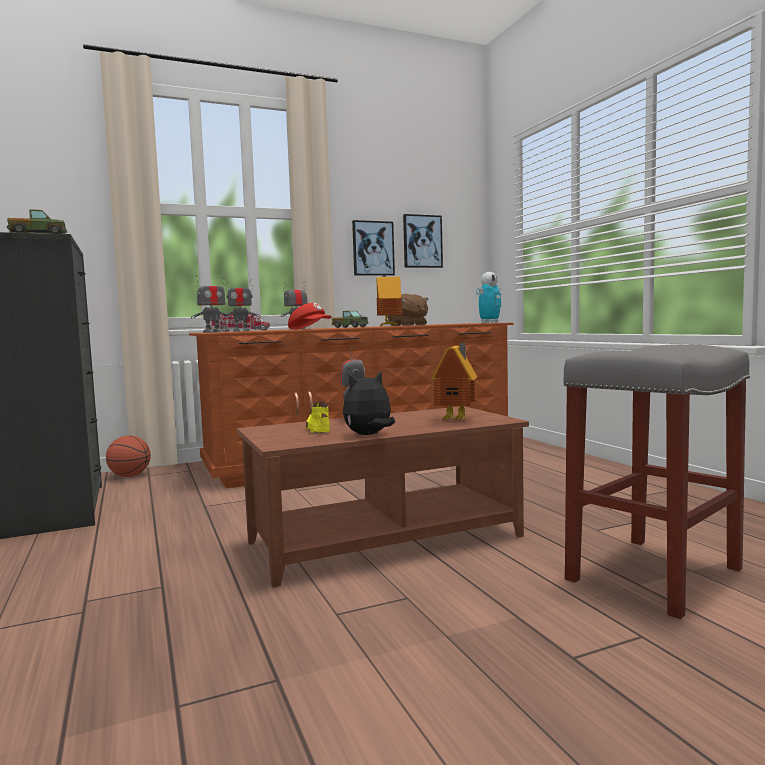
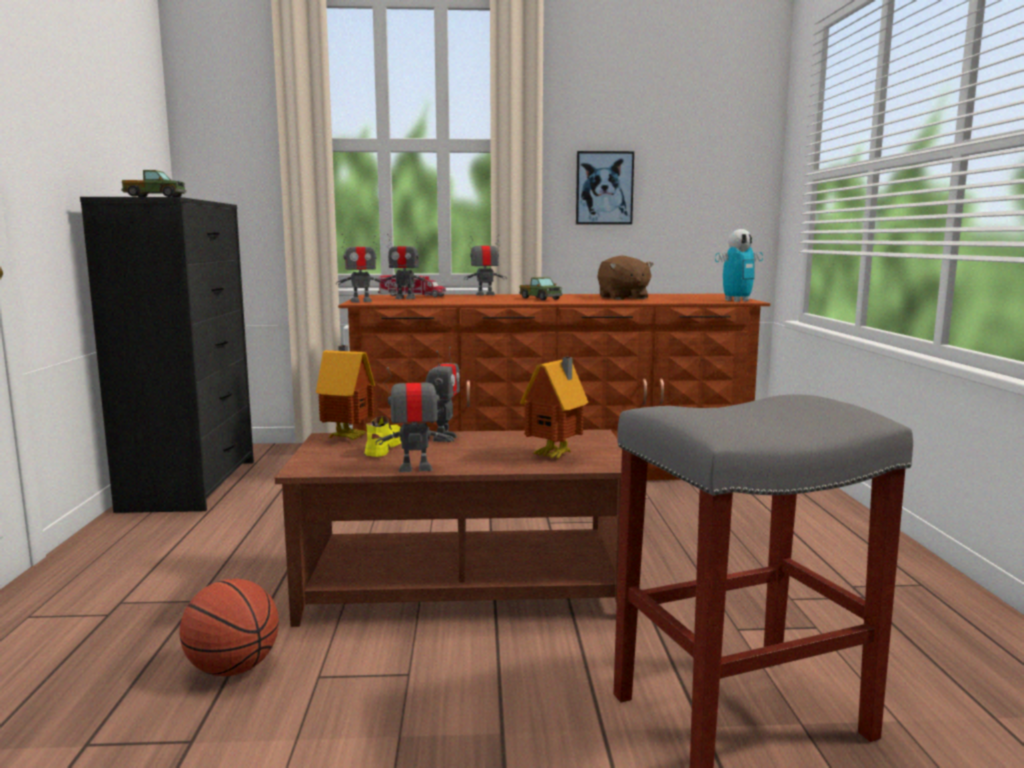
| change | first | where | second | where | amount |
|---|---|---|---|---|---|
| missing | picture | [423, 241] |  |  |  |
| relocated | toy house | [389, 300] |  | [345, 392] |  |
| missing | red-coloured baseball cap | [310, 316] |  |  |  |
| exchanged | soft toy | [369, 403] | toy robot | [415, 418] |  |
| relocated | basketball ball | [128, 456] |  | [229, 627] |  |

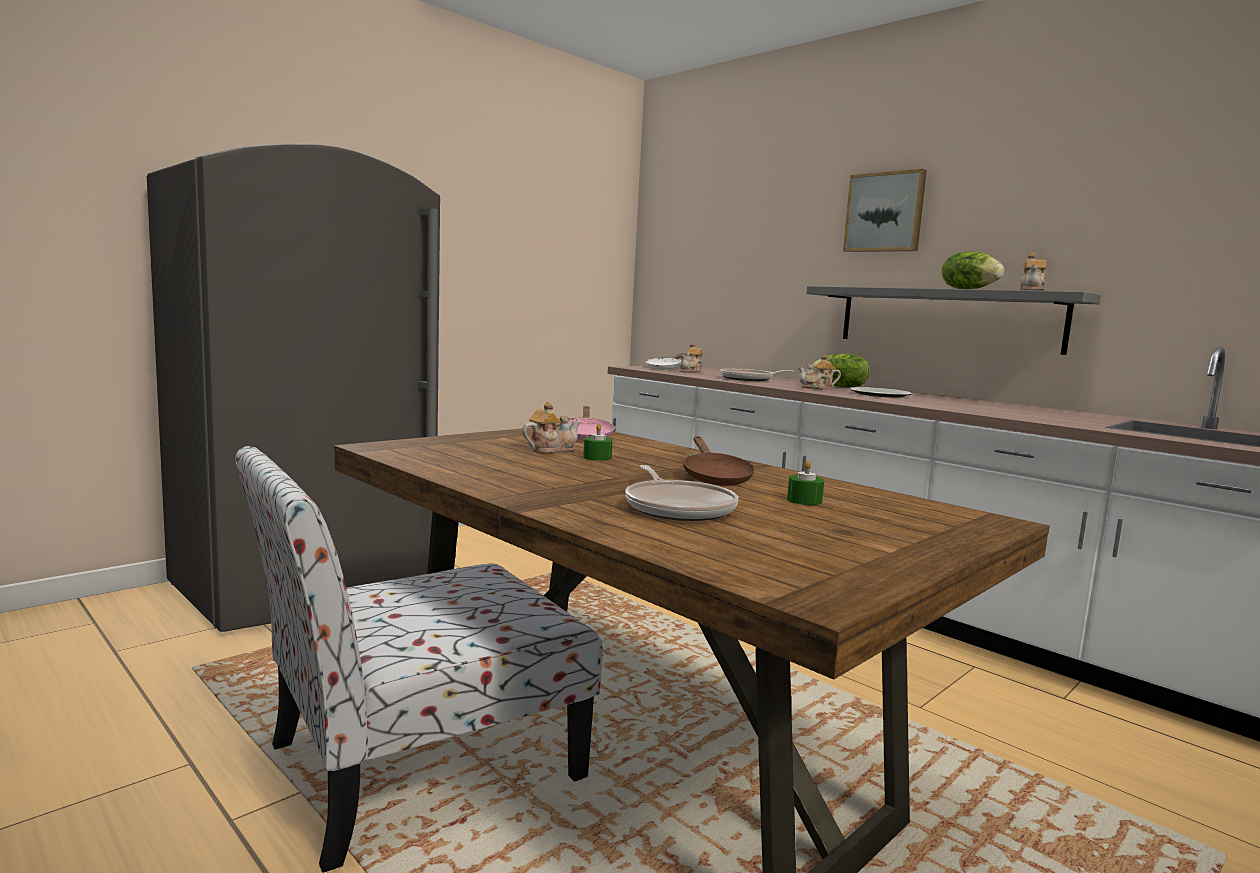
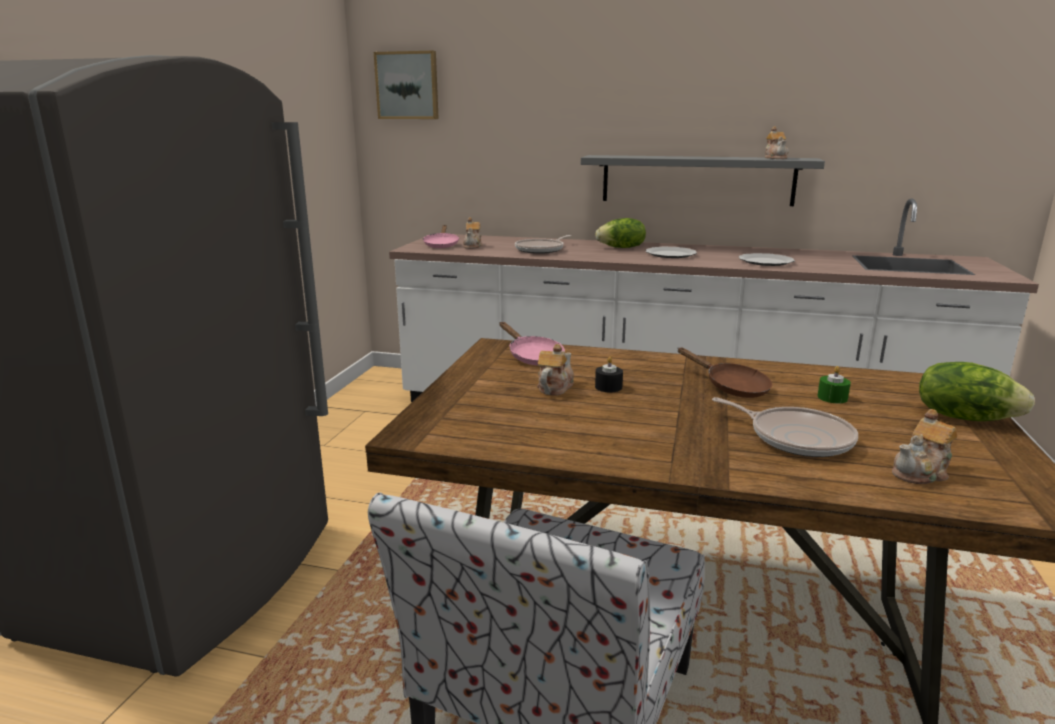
| change | first | where | second | where | amount |
|---|---|---|---|---|---|
| relocated | picture | [885, 210] |  | [406, 85] |  |
| relocated | lettuce head | [973, 270] |  | [976, 391] |  |
| colour | white frying pan | [665, 361] | pinkish frying pan | [440, 236] |  |
| relocated | teapot | [819, 372] |  | [924, 446] |  |
| colour | green-coloured candle | [598, 442] | blackish candle | [609, 374] |  |
| appeared |  |  | flat dish | [766, 259] |  |

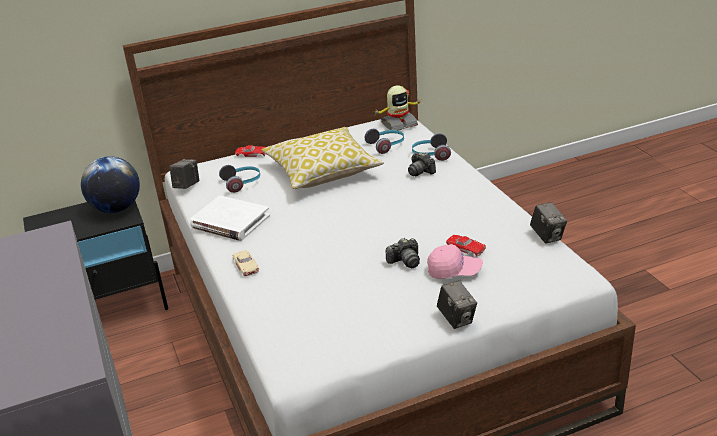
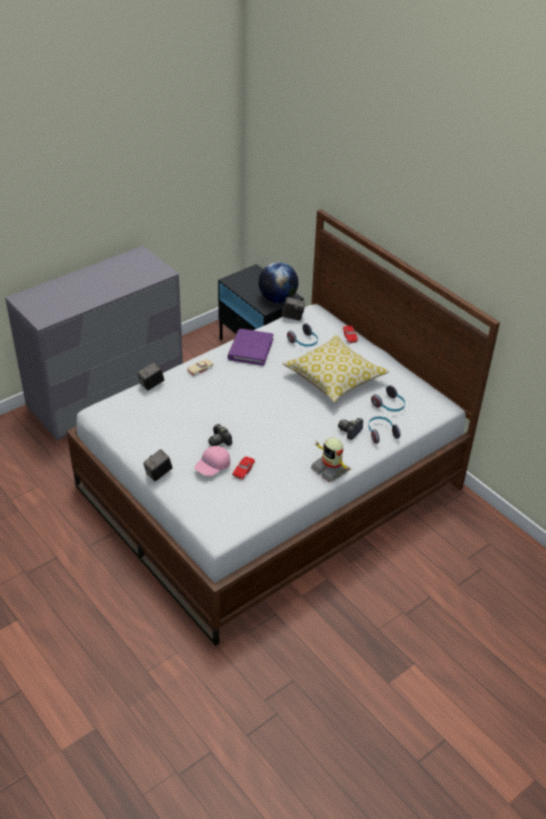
| change | first | where | second | where | amount |
|---|---|---|---|---|---|
| relocated | toy robot | [397, 107] |  | [331, 460] |  |
| colour | white book | [230, 218] | purple-coloured book | [250, 347] |  |
| relocated | photo camera | [548, 223] |  | [151, 376] |  |
| spun | pinkish baseball cap | [455, 262] |  | [212, 461] | 45 degrees clockwise |

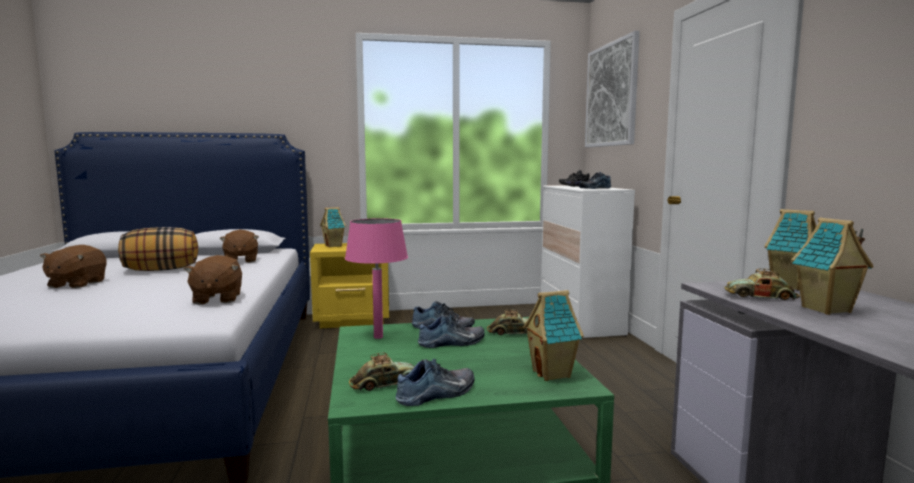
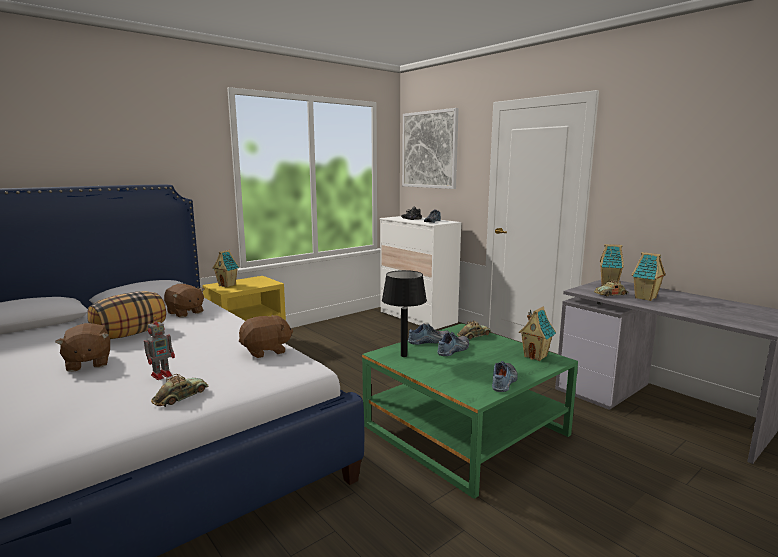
| change | first | where | second | where | amount |
|---|---|---|---|---|---|
| colour | pinkish lamp for a table | [376, 278] | blackish lamp for a table | [404, 313] |  |
| spun | brown soft toy | [213, 280] |  | [266, 336] | 75 degrees counterclockwise |
| relocated | miniature car | [382, 371] |  | [179, 390] |  |
| appeared |  |  | toy robot | [159, 348] |  |

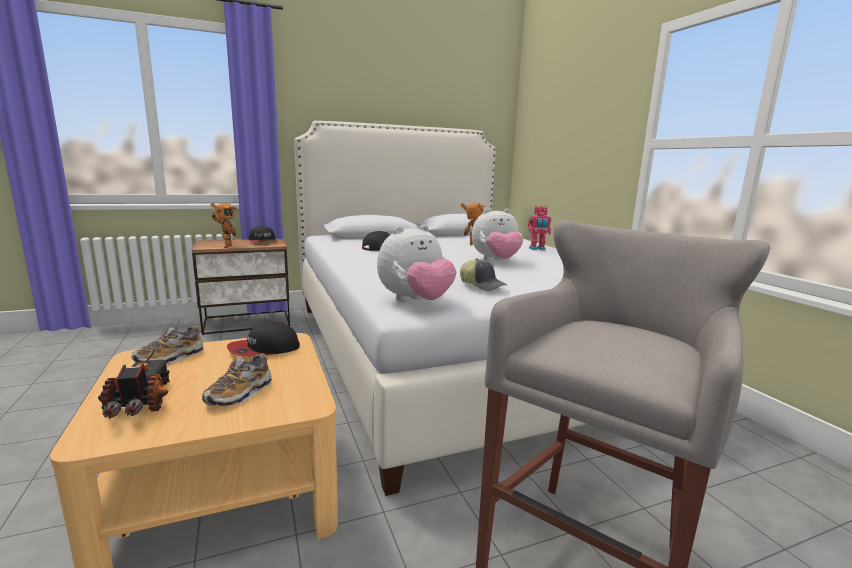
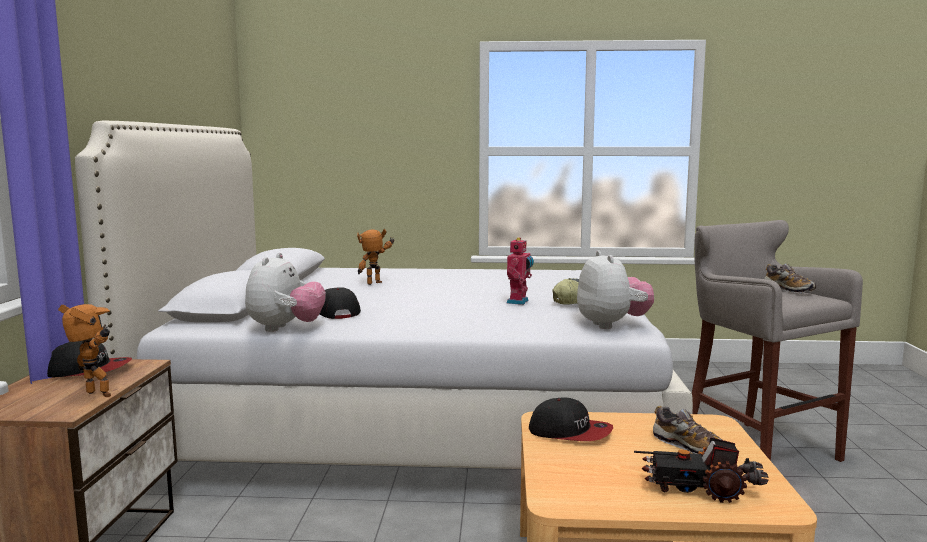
| change | first | where | second | where | amount |
|---|---|---|---|---|---|
| relocated | toy robot | [539, 227] |  | [520, 271] |  |
| relocated | soft toy | [497, 234] |  | [285, 292] |  |
| spun | baseball cap | [263, 339] |  | [571, 419] | 60 degrees counterclockwise |
| relocated | item of footwear | [167, 345] |  | [790, 279] |  |

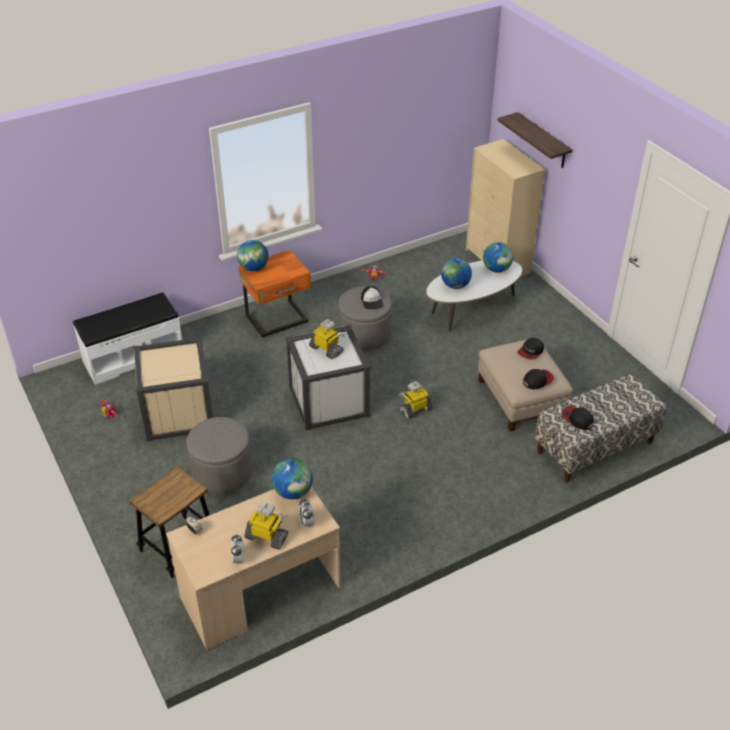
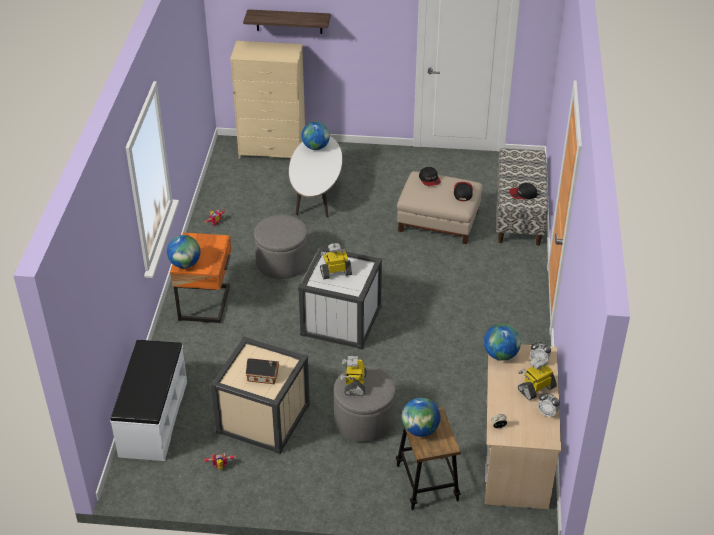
| change | first | where | second | where | amount |
|---|---|---|---|---|---|
| relocated | globe | [456, 273] |  | [421, 417] |  |
| missing | baseball cap | [372, 298] |  |  |  |
| relocated | toy robot | [416, 400] |  | [354, 376] |  |
| appeared |  |  | toy house | [262, 371] |  |

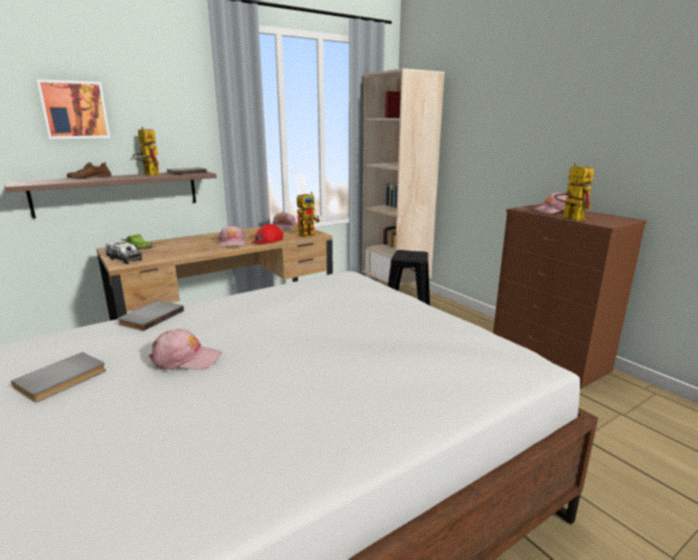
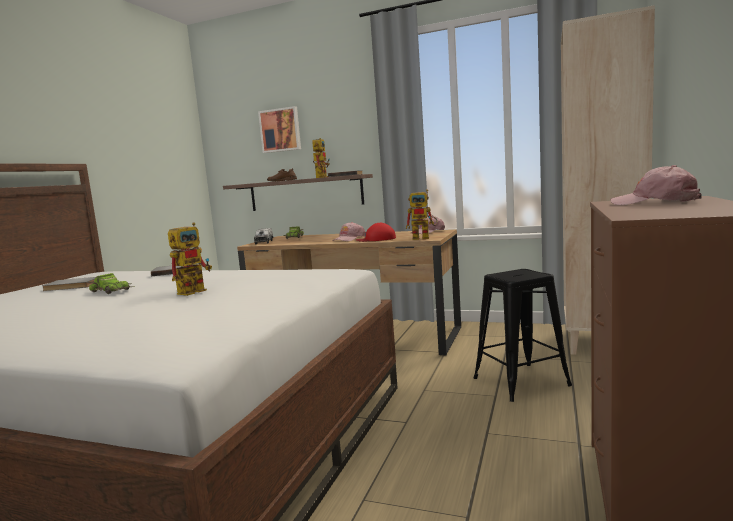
| change | first | where | second | where | amount |
|---|---|---|---|---|---|
| relocated | toy robot | [574, 192] |  | [190, 259] |  |
| exchanged | pinkish baseball cap | [185, 349] | miniature car | [109, 283] |  |

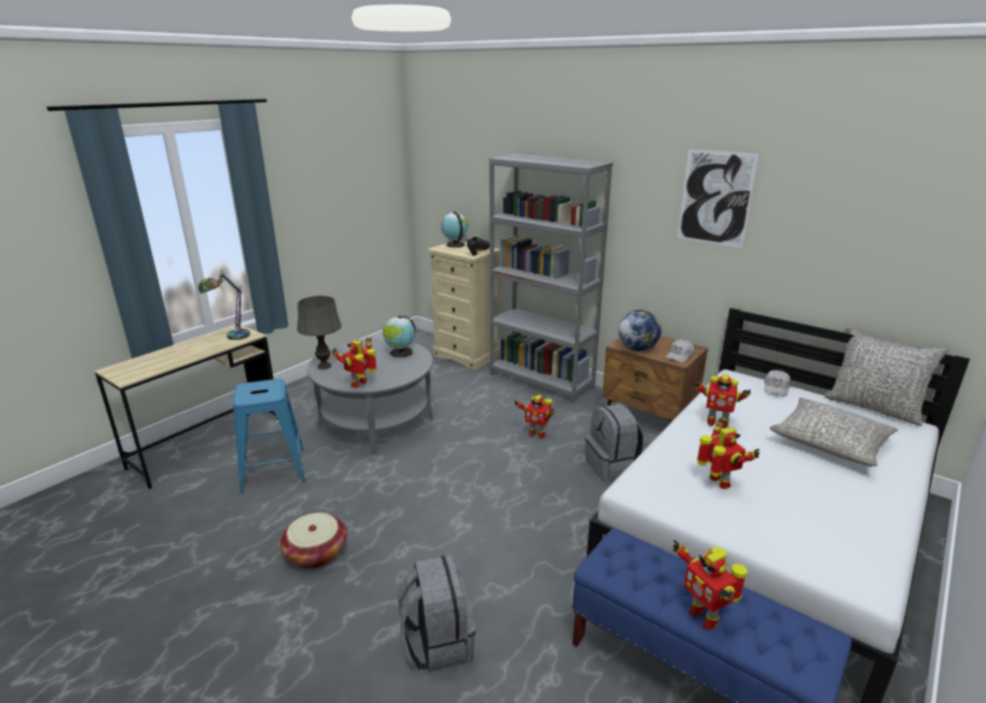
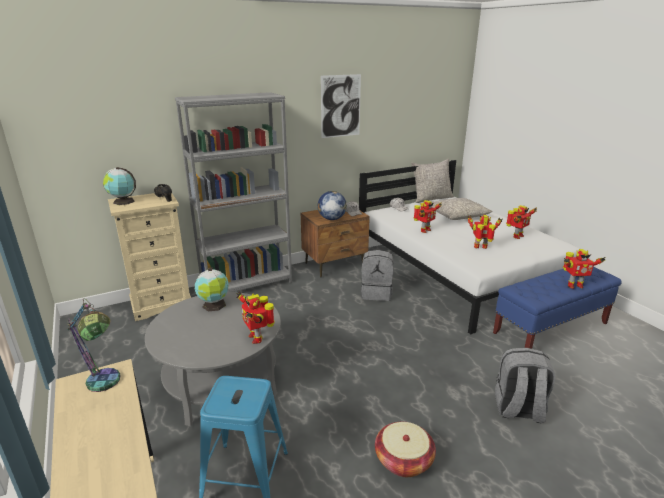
| change | first | where | second | where | amount |
|---|---|---|---|---|---|
| missing | greyish lamp for a table | [319, 332] |  |  |  |
| relocated | toy robot | [534, 417] |  | [521, 222] |  |

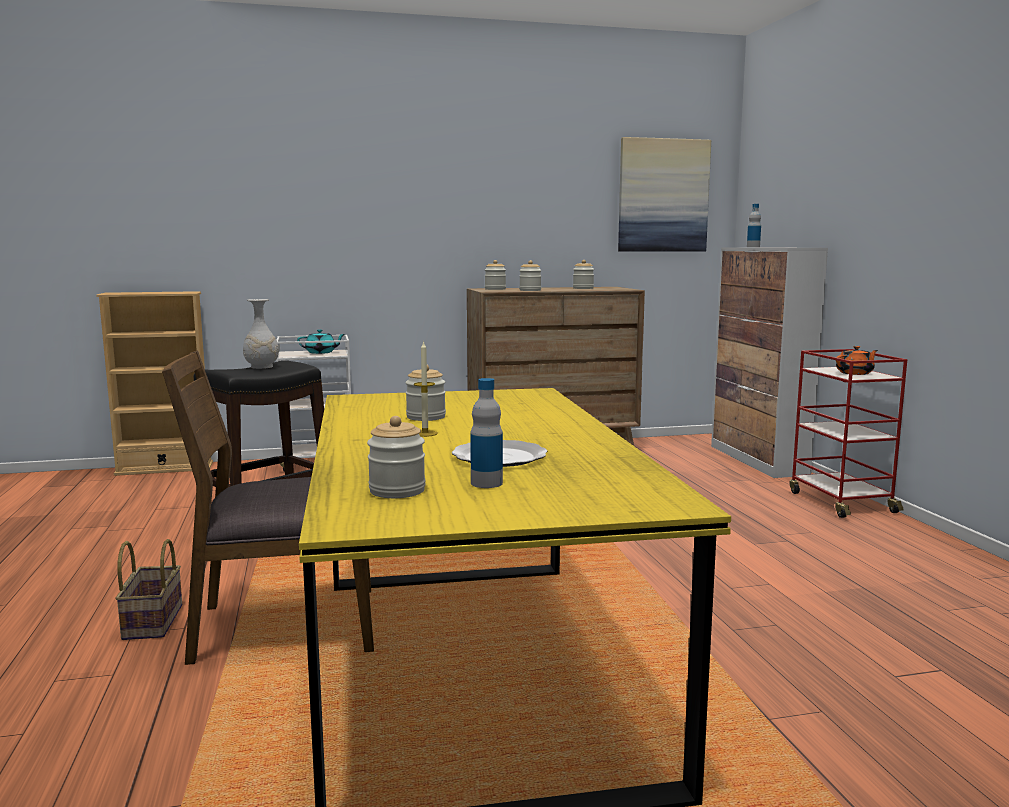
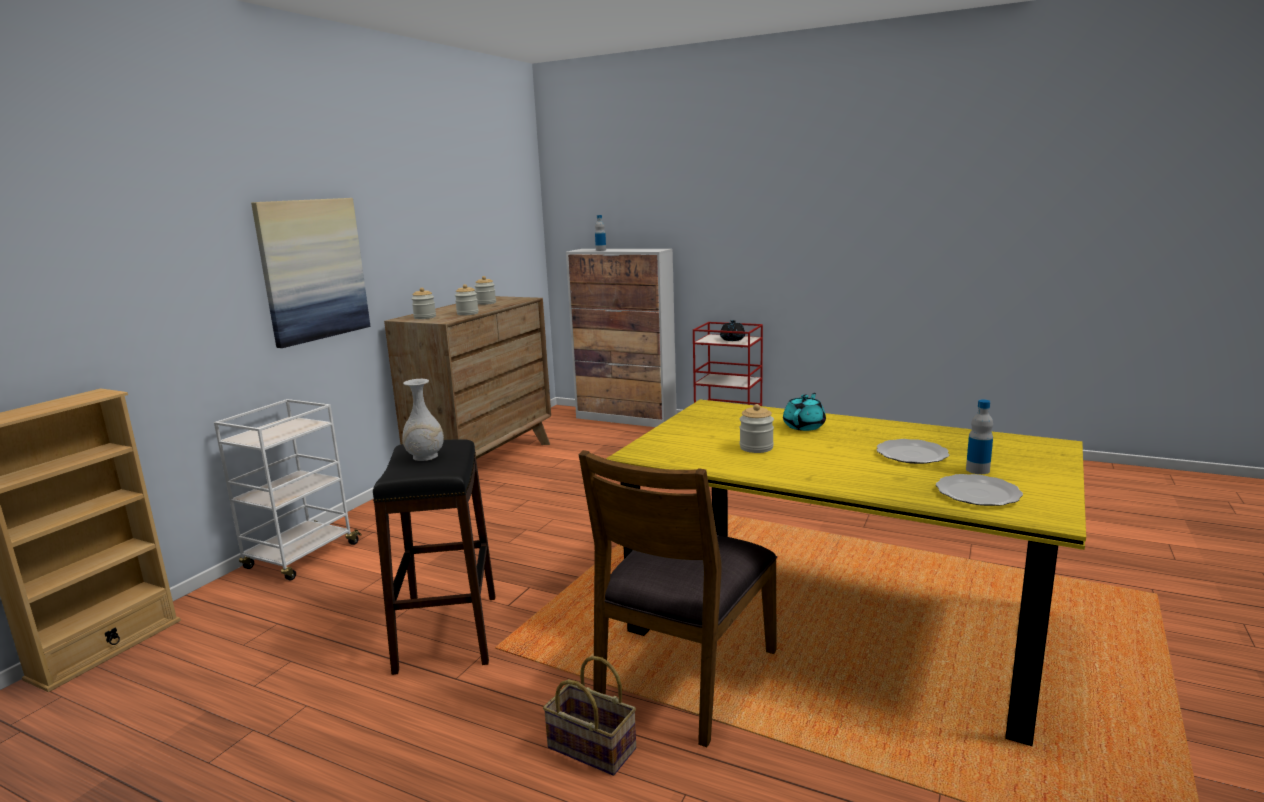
| change | first | where | second | where | amount |
|---|---|---|---|---|---|
| relocated | picture | [664, 194] |  | [310, 273] |  |
| relocated | blue-green teapot | [321, 341] |  | [804, 412] |  |
| missing | candle | [426, 389] |  |  |  |
| colour | orange teapot | [857, 360] | blackish teapot | [732, 330] |  |
| exchanged | storage jar | [396, 457] | flat dish | [979, 490] |  |

